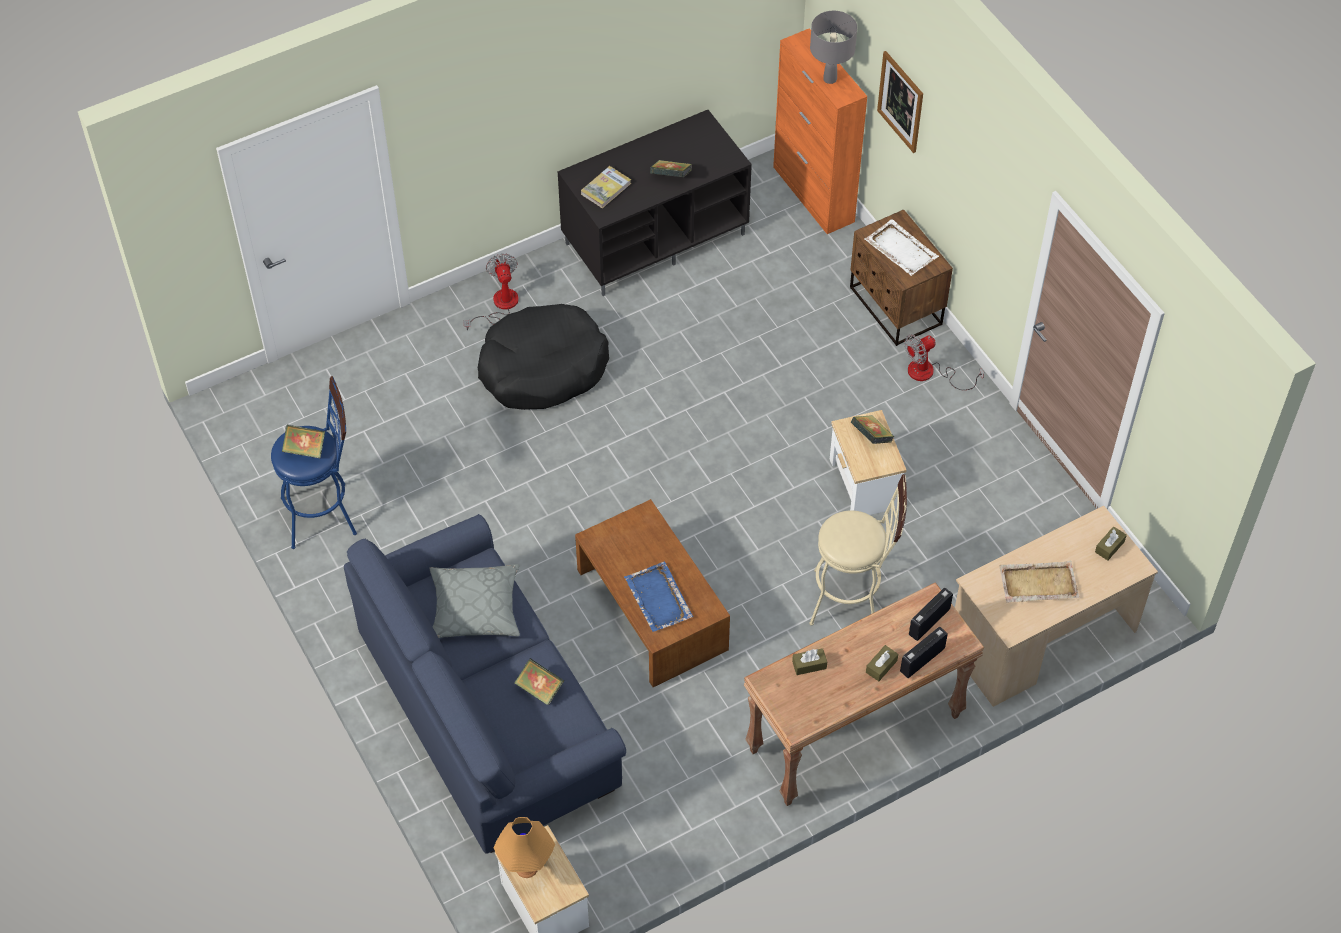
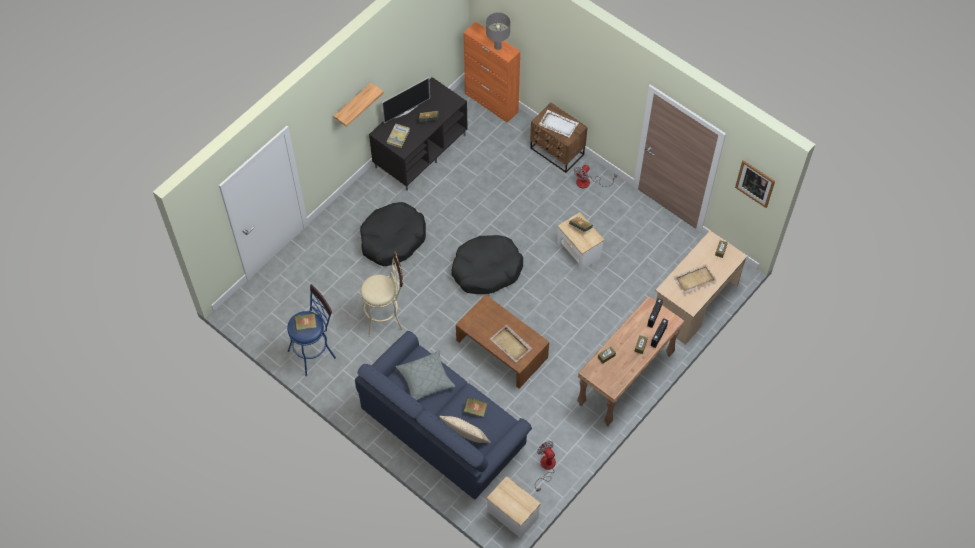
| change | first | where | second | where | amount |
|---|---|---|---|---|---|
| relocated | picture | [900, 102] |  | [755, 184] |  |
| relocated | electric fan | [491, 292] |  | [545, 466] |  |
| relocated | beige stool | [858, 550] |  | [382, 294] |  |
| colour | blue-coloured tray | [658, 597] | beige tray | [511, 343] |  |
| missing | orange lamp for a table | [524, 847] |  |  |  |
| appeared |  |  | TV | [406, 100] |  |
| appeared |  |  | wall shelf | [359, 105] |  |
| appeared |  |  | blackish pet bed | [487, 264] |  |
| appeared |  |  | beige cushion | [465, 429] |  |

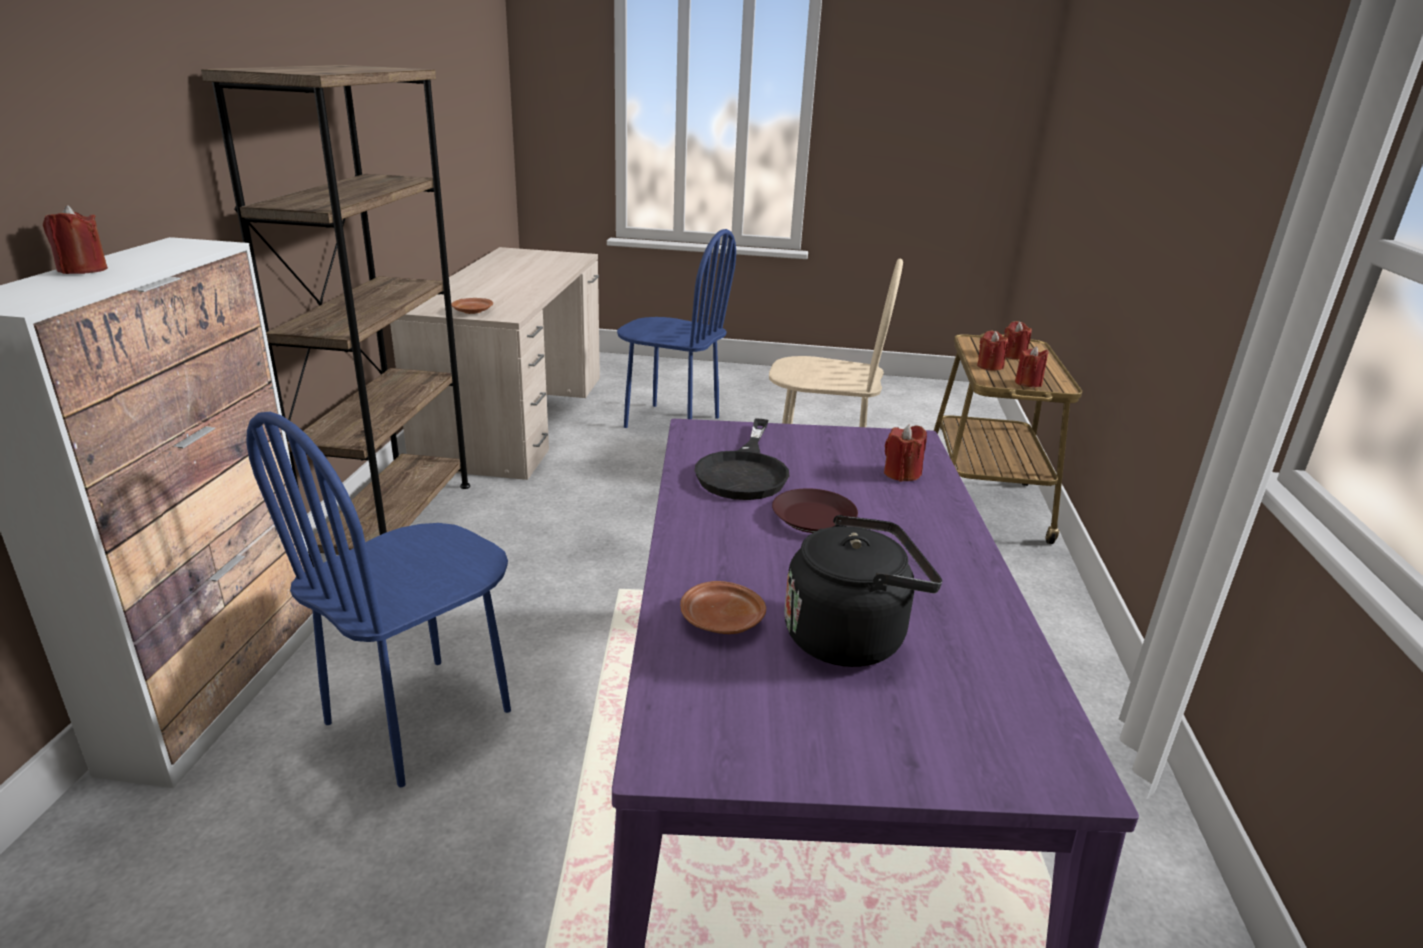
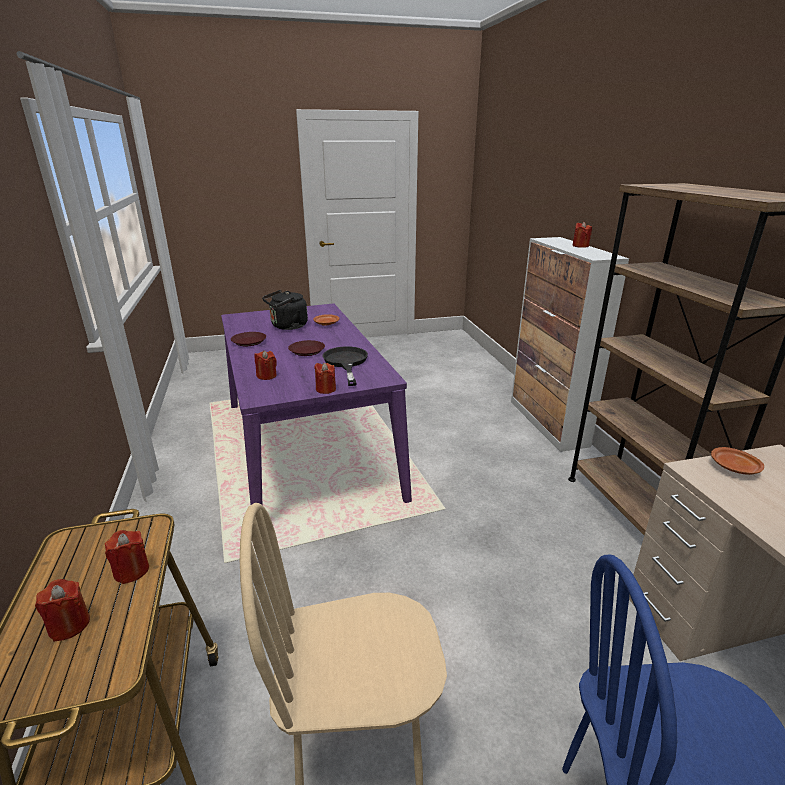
| change | first | where | second | where | amount |
|---|---|---|---|---|---|
| relocated | red-coloured candle | [1031, 366] |  | [325, 378] |  |
| missing | blue-coloured upright chair | [379, 599] |  |  |  |
| appeared |  |  | brown flat dish | [248, 339] |  |

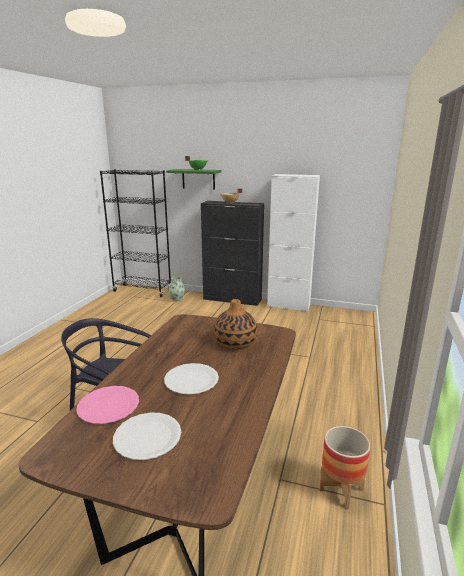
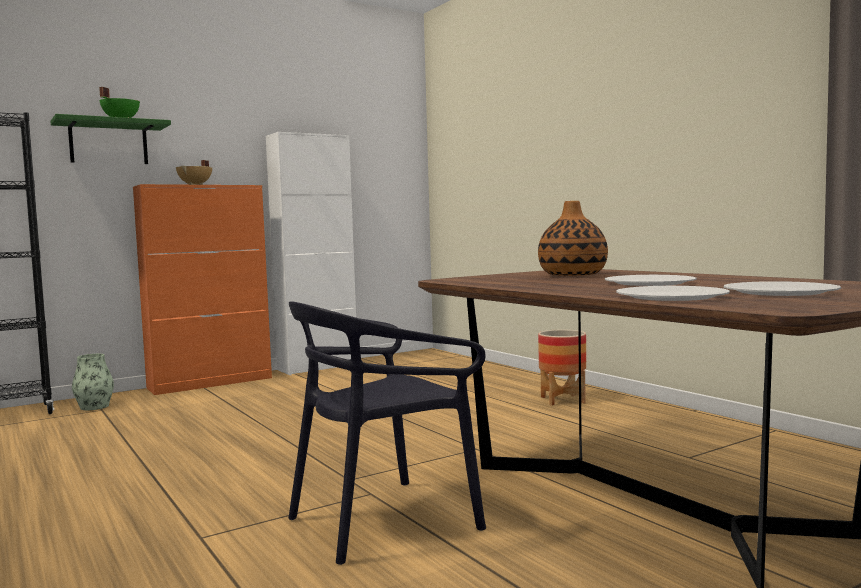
| change | first | where | second | where | amount |
|---|---|---|---|---|---|
| colour | blackish storage cabinet | [232, 253] | orange storage cabinet | [202, 289] |  |
| colour | pinkish flat dish | [107, 405] | white flat dish | [673, 293] |  |
| relocated | plant pot | [344, 467] |  | [562, 368] |  |

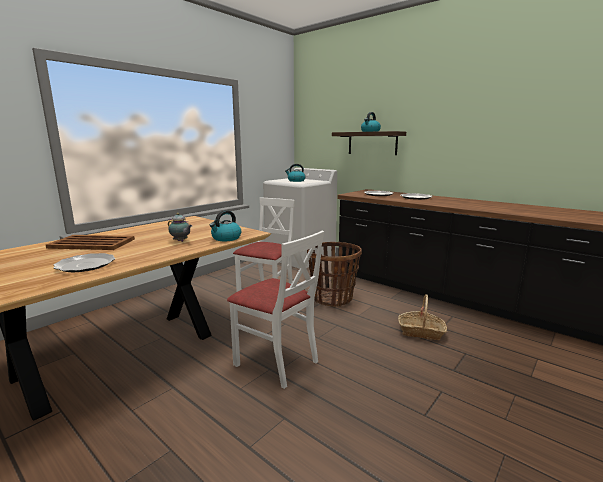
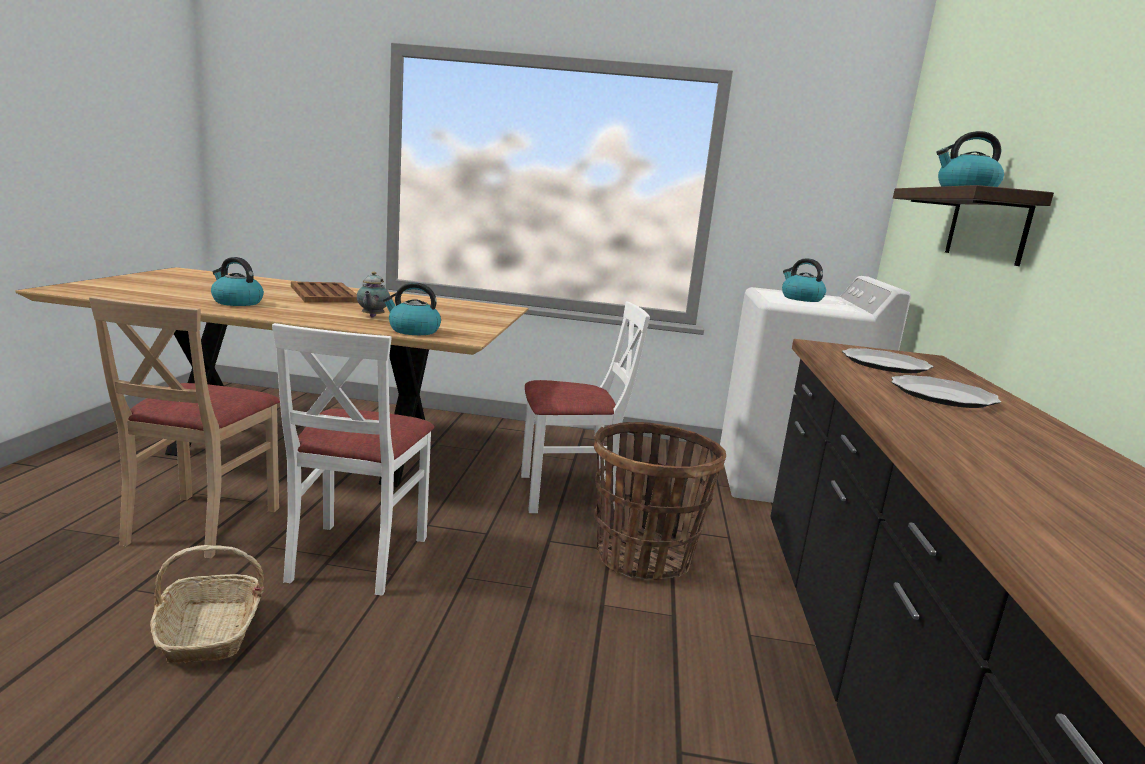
| change | first | where | second | where | amount |
|---|---|---|---|---|---|
| exchanged | flat dish | [84, 262] | water kettle | [237, 281] |  |
| relocated | basket | [422, 317] |  | [207, 604] |  |
| appeared |  |  | beige upright chair | [184, 427] |  |

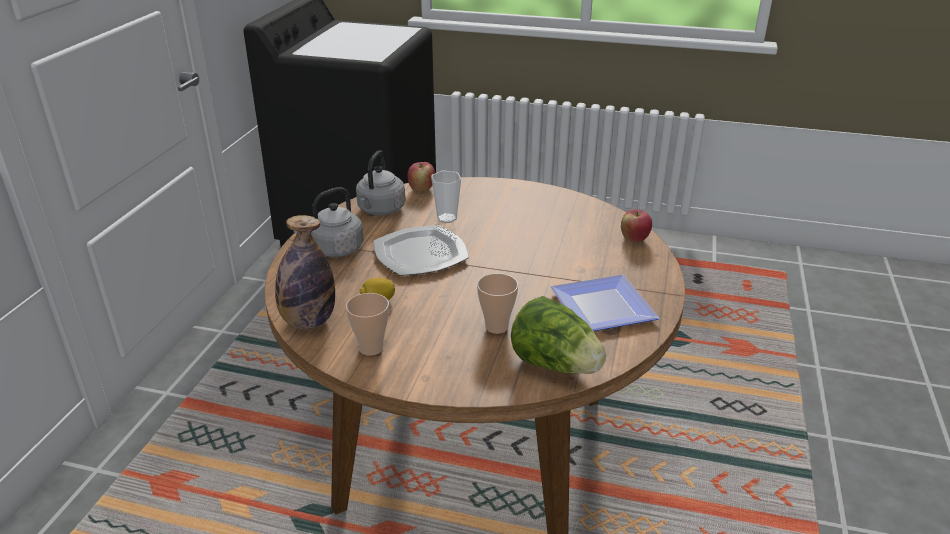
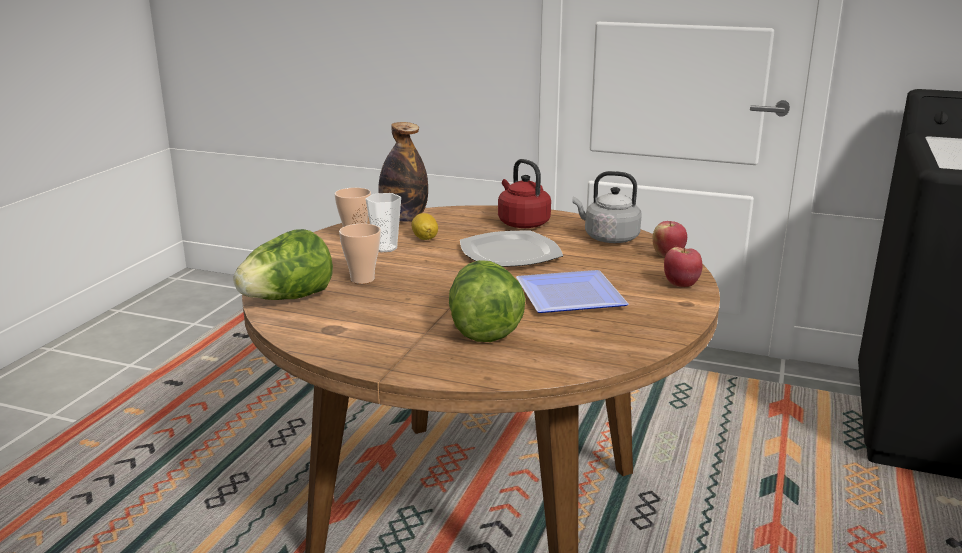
| change | first | where | second | where | amount |
|---|---|---|---|---|---|
| relocated | cup | [446, 197] |  | [383, 222] |  |
| colour | greyish water kettle | [329, 222] | red-coloured water kettle | [524, 193] |  |
| relocated | whole apple | [636, 226] |  | [683, 267] |  |
| relocated | flat dish | [605, 303] |  | [572, 291] |  |
| appeared |  |  | lettuce head | [487, 301] |  |

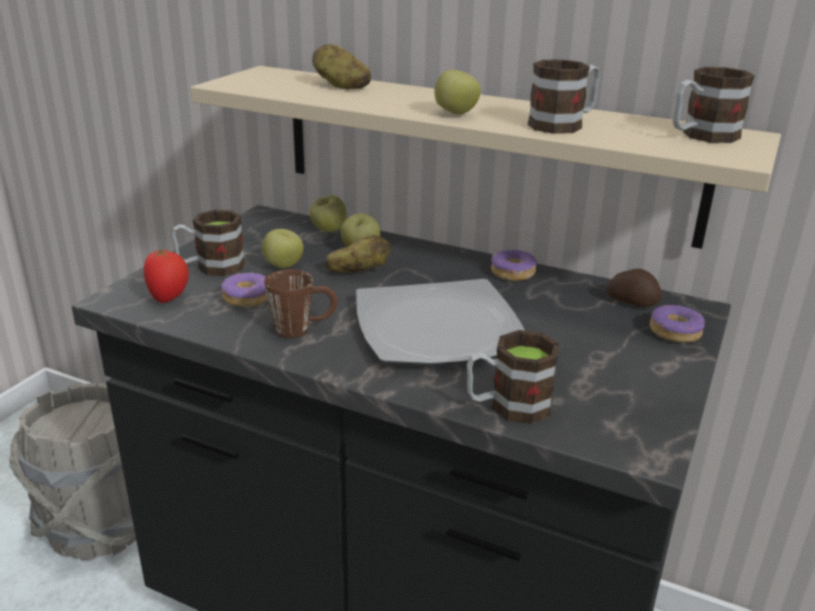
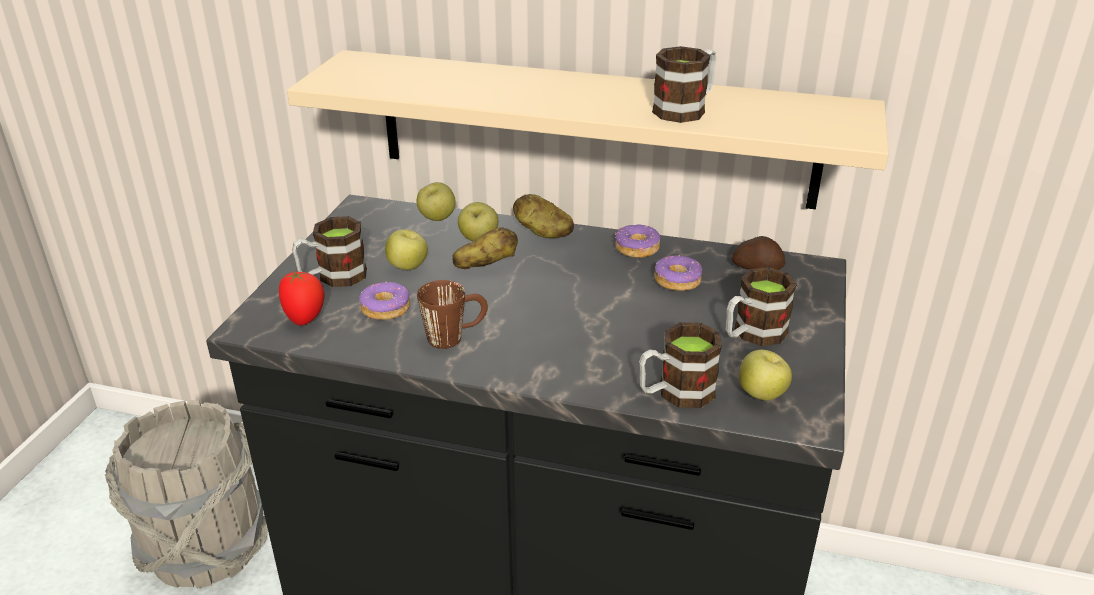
| change | first | where | second | where | amount |
|---|---|---|---|---|---|
| relocated | whole potato | [341, 66] |  | [543, 216] |  |
| relocated | mug | [714, 105] |  | [761, 306] |  |
| relocated | whole apple | [458, 92] |  | [765, 375] |  |
| missing | flat dish | [440, 322] |  |  |  |
| relocated | doughnut | [677, 324] |  | [678, 273] |  |

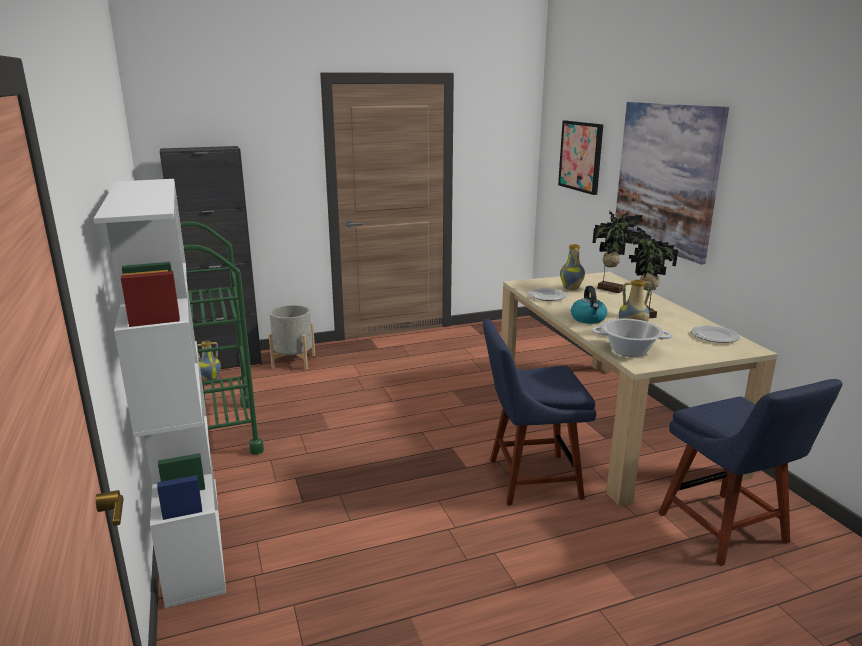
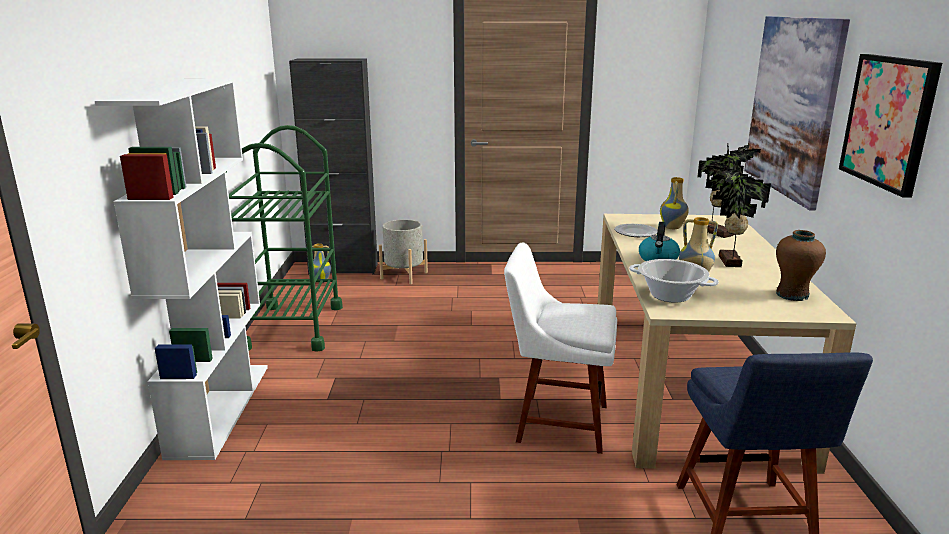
| change | first | where | second | where | amount |
|---|---|---|---|---|---|
| relocated | picture | [580, 158] |  | [890, 126] |  |
| colour | blue-coloured upright chair | [539, 412] | white upright chair | [560, 348] |  |
| exchanged | flat dish | [715, 334] | brown flower vase | [801, 265] |  |

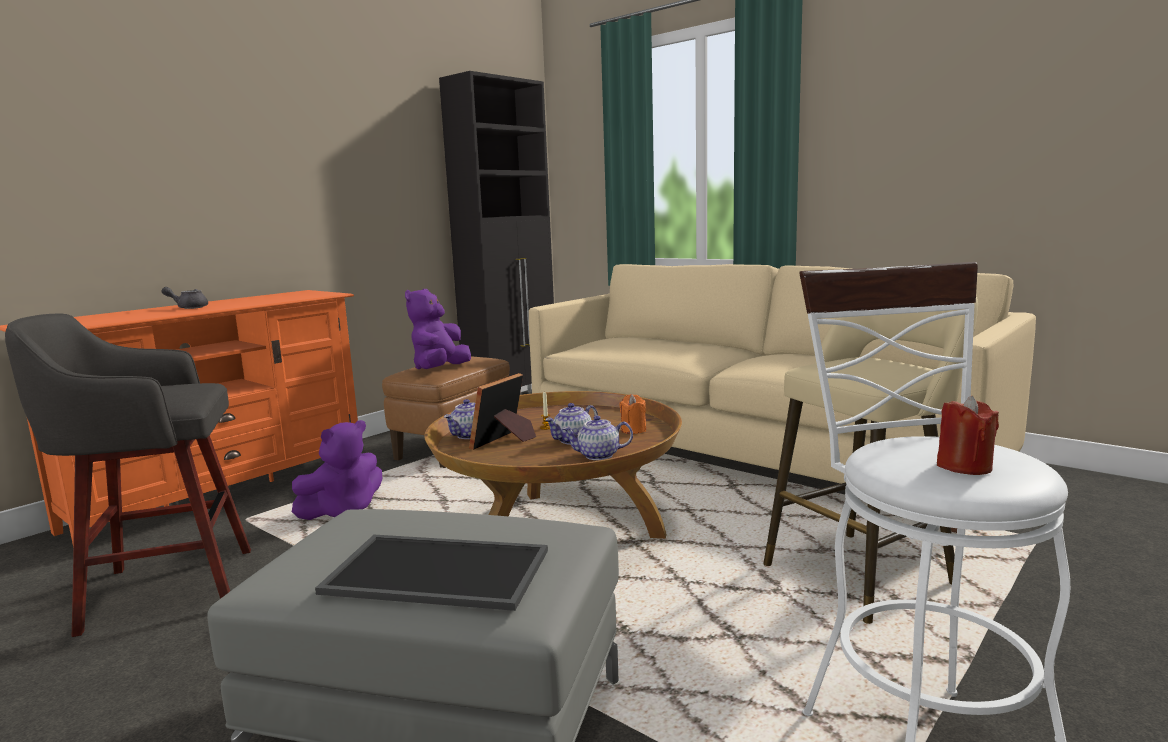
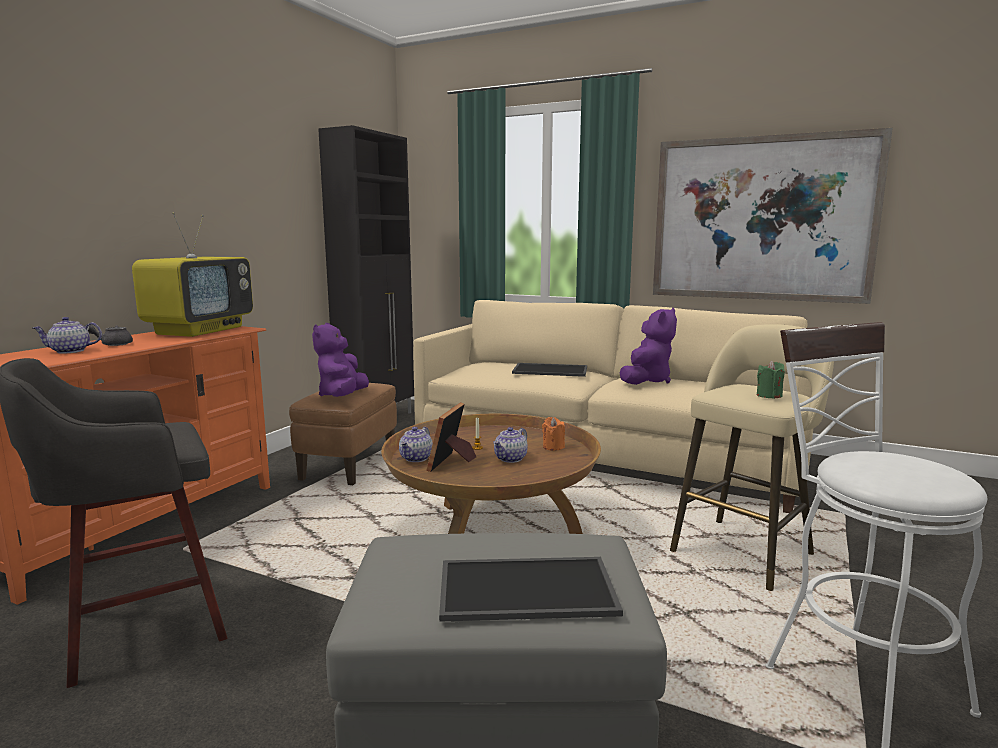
| change | first | where | second | where | amount |
|---|---|---|---|---|---|
| missing | red-coloured candle | [968, 435] |  |  |  |
| relocated | teapot | [597, 438] |  | [67, 335] |  |
| relocated | purple-coloured soft toy | [337, 470] |  | [648, 346] |  |
| appeared |  |  | picture | [773, 216] |  |
| appeared |  |  | TV | [192, 274] |  |
| appeared |  |  | green-coloured candle | [771, 379] |  |
| appeared |  |  | tray | [549, 370] |  |

